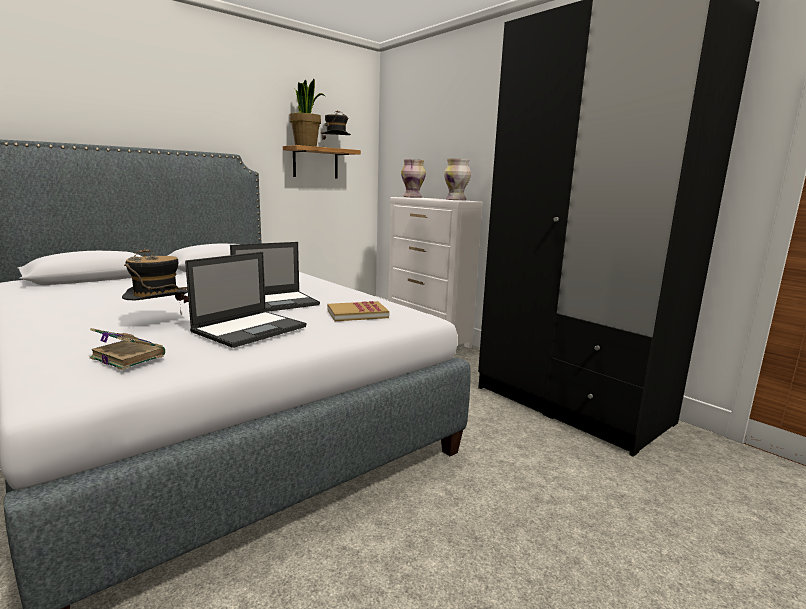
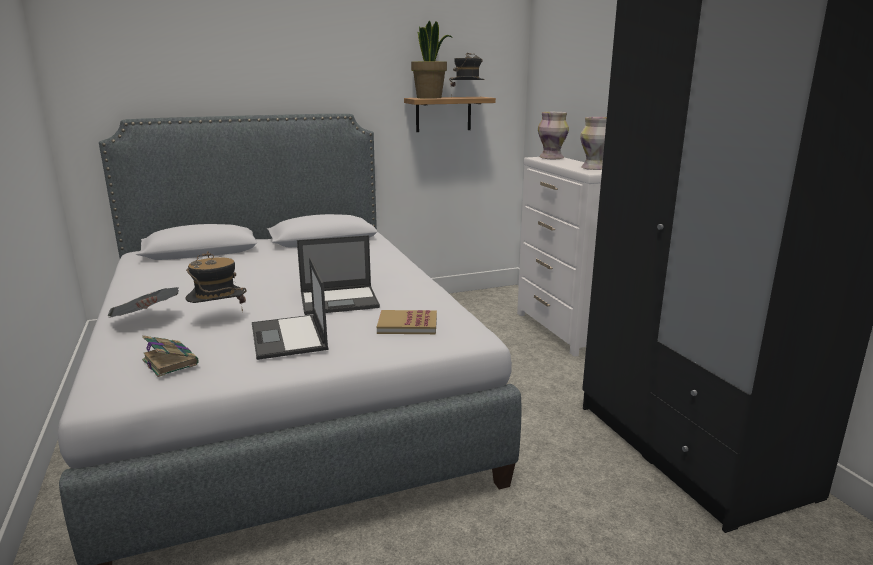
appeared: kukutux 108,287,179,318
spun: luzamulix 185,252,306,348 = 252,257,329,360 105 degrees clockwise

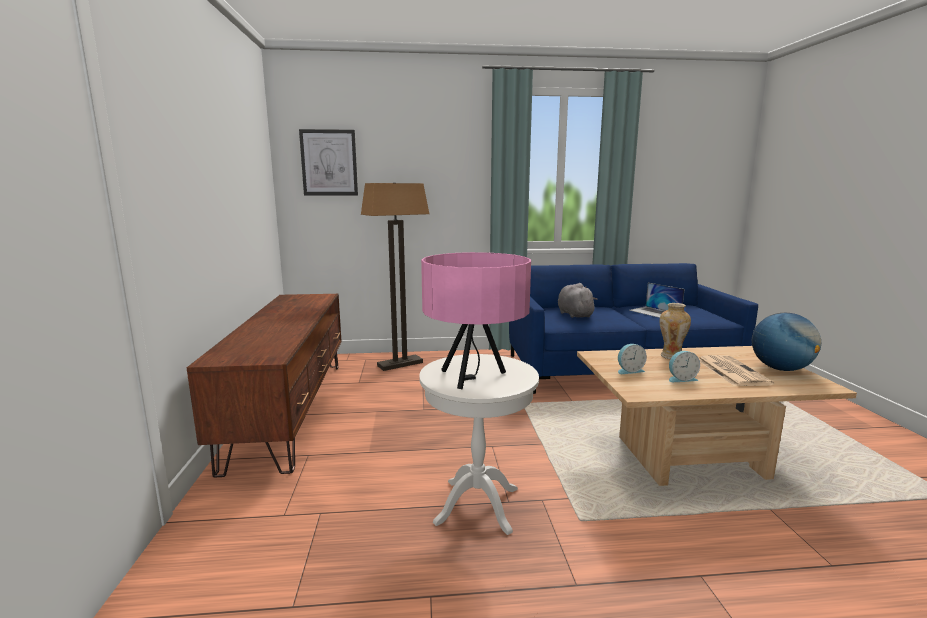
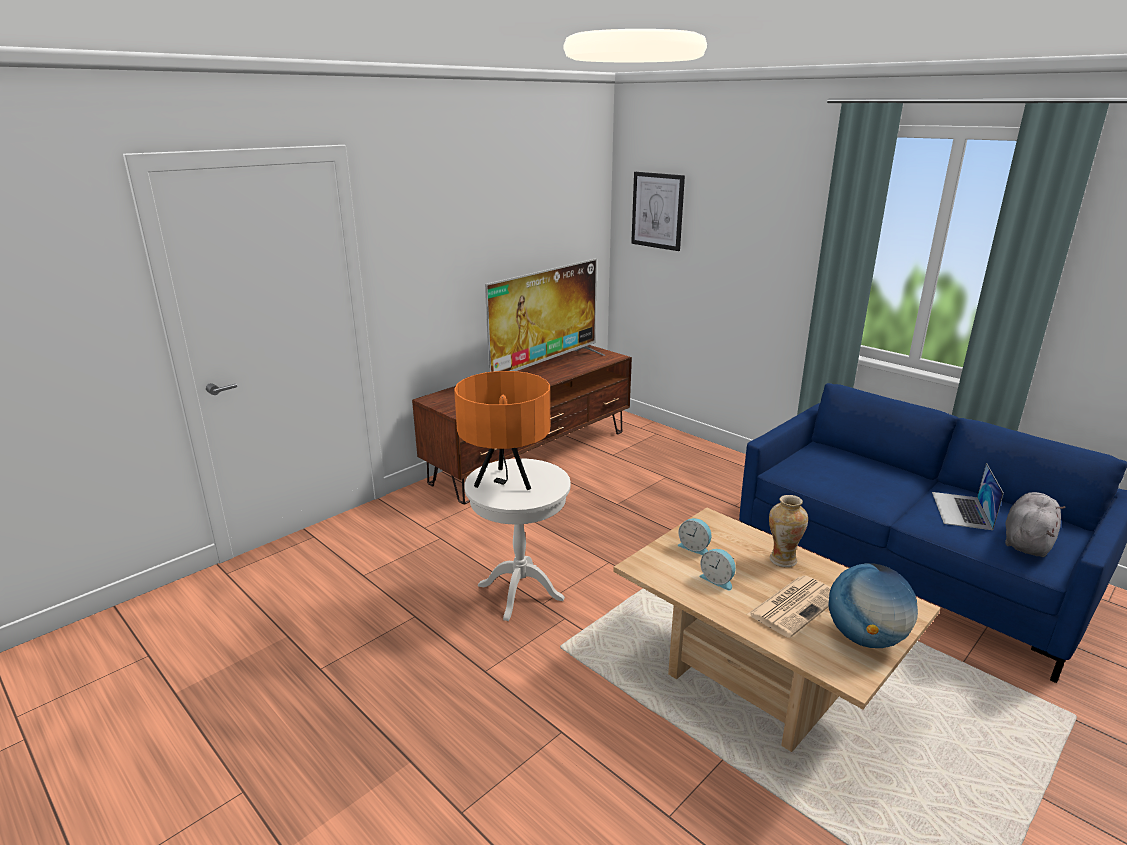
missing: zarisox 361,183,429,371
appeared: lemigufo 485,258,605,372
relocated: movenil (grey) 558,283,598,318 to 1005,492,1066,557
colour: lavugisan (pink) 421,252,531,389 to lavugisan (orange) 454,371,550,490

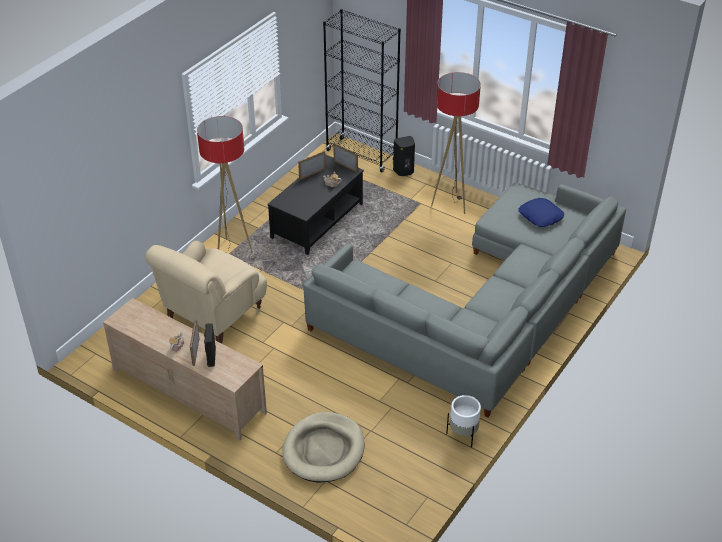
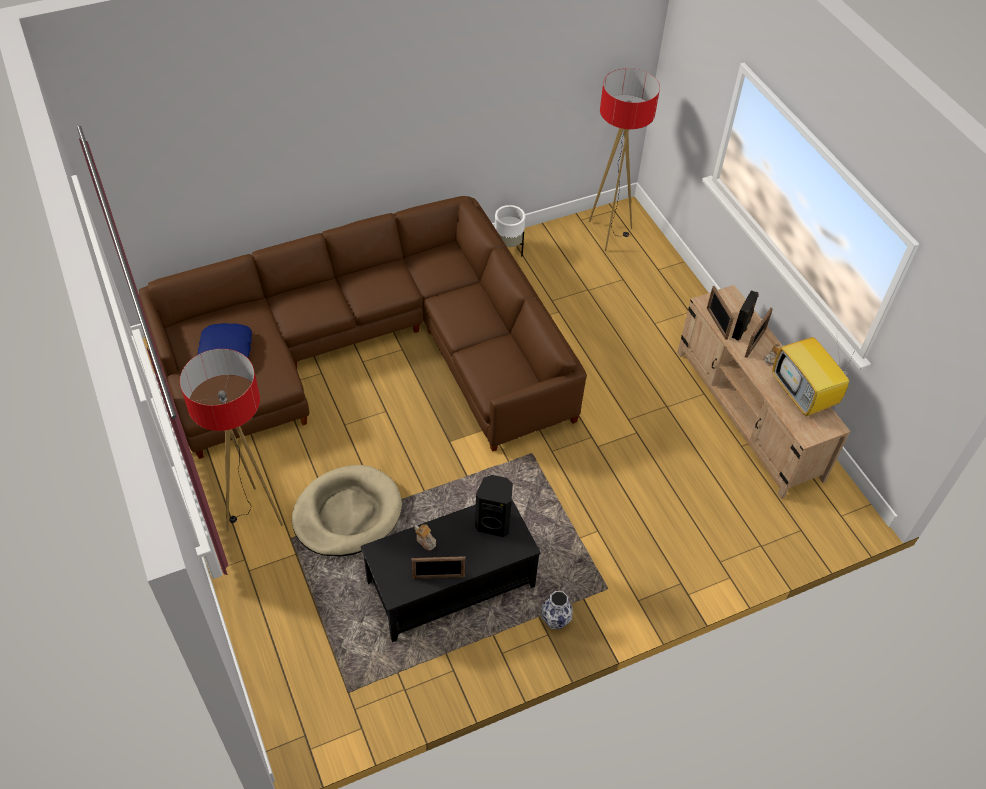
missing: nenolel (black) 323,9,401,173; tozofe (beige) 145,240,267,343
appeared: lemigufo 772,332,856,416; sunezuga 541,591,573,630
relocated: zarisox 197,116,253,254 to 589,68,660,251; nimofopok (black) 393,136,415,176 to 475,475,513,537; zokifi 333,143,358,173 to 707,286,734,340; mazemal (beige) 282,412,364,483 to 292,465,402,556
colour: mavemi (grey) 303,183,626,417 to mavemi (brown) 139,196,587,459

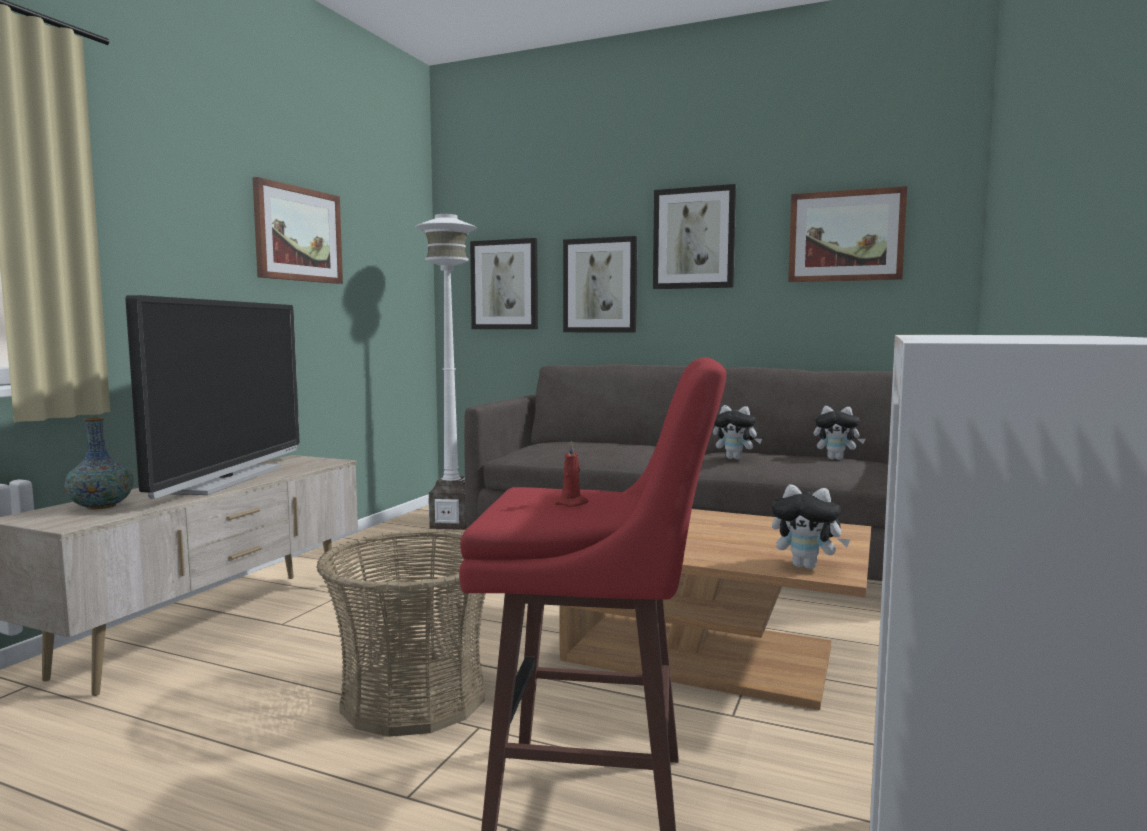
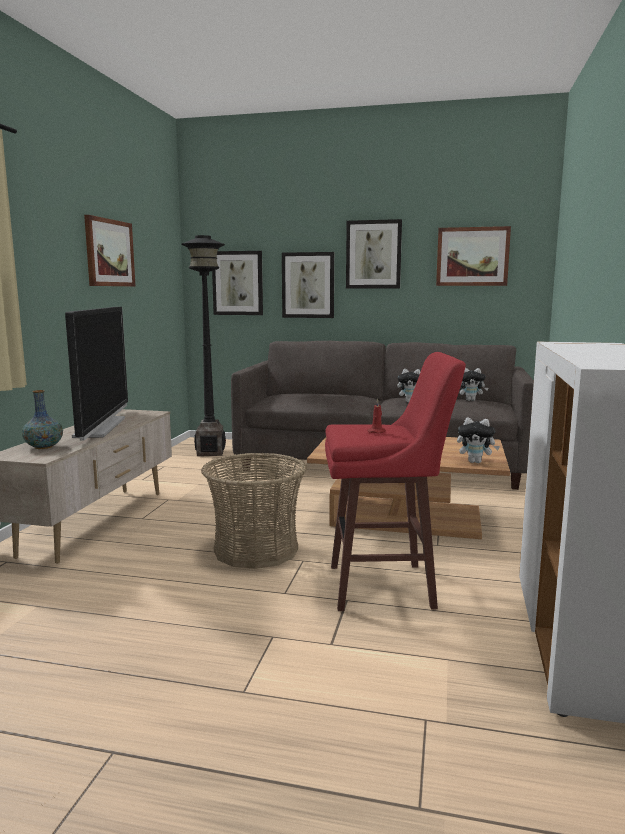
colour: zarisox (white) 415,214,477,530 to zarisox (black) 181,235,226,456

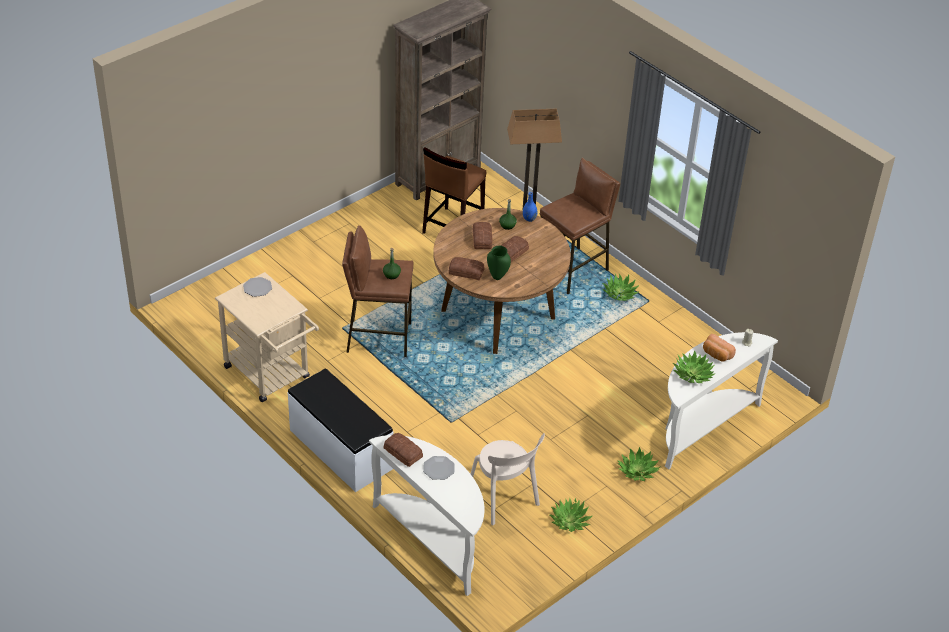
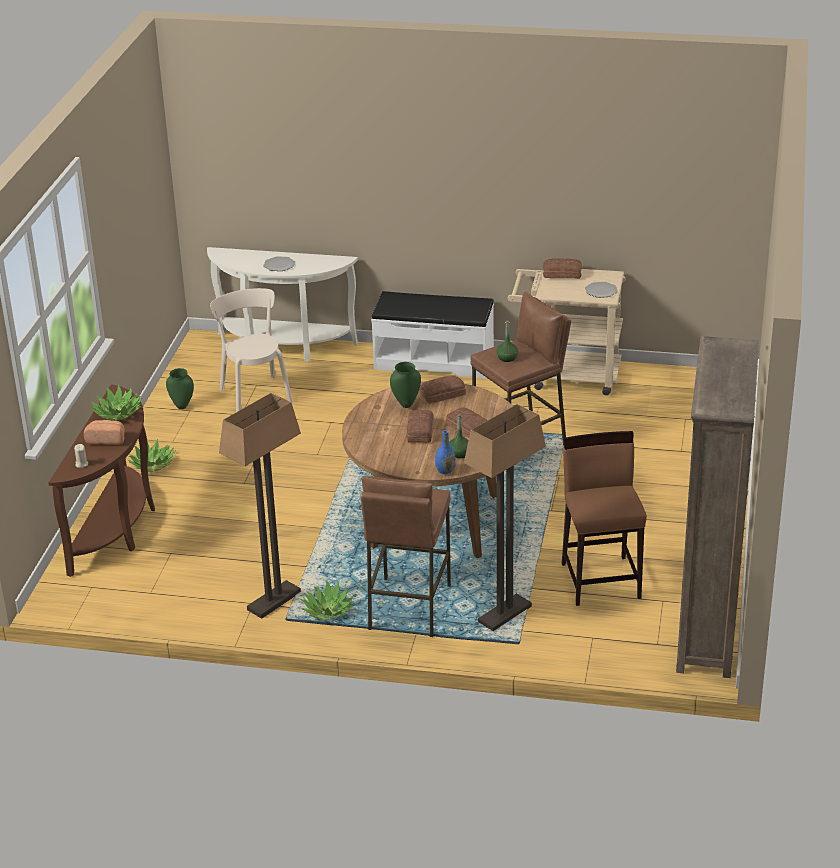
appeared: zarisox 219,393,301,619
relocated: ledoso 384,433,423,467 to 543,258,582,279
exchanged: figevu 550,498,592,532 to sunezuga (green) 166,368,194,410
colour: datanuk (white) 665,332,778,469 to datanuk (brown) 48,385,155,577
spun: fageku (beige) 470,433,545,525 = 210,288,293,412 45 degrees clockwise

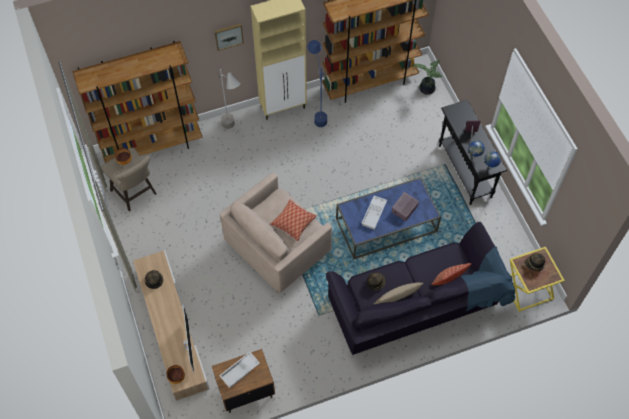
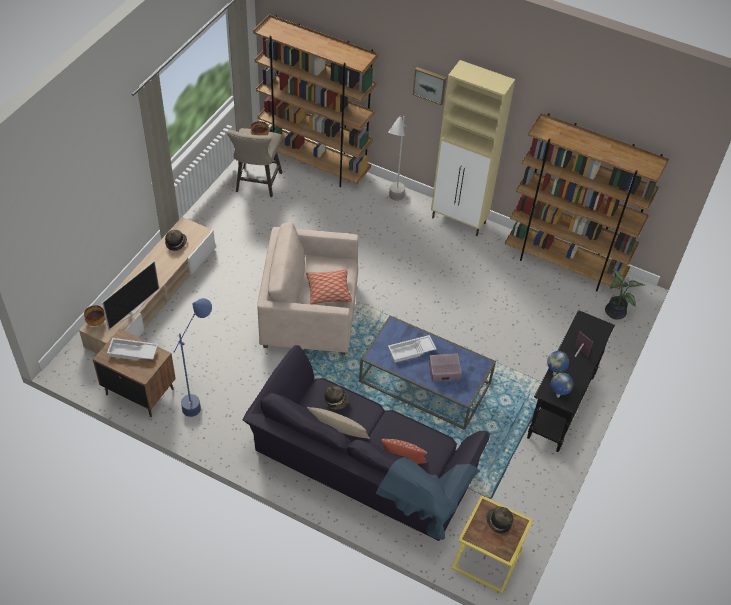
relocated: zarisox (blue) 307,40,327,127 to 173,298,212,417

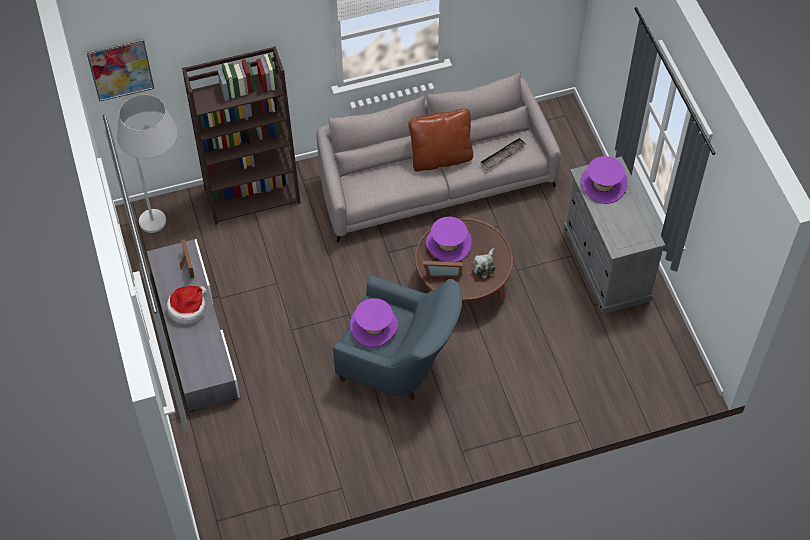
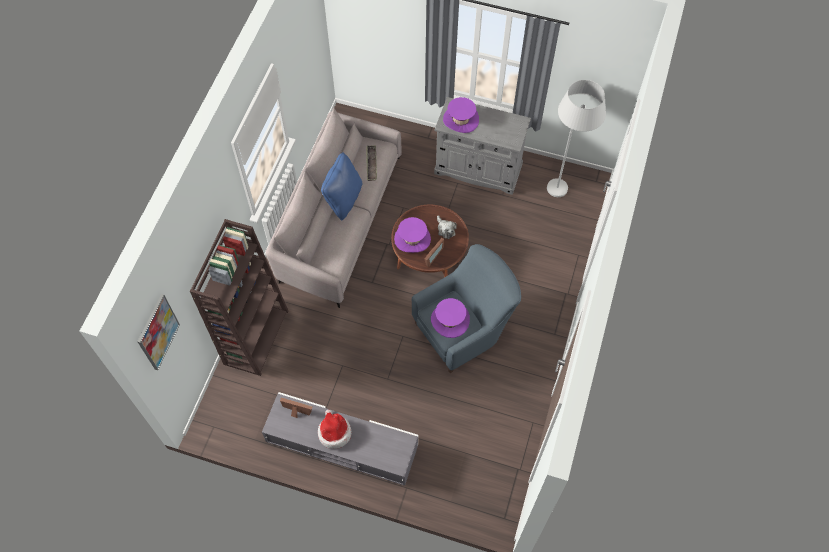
relocated: zarisox (white) 117,94,178,233 to 547,80,606,197
colour: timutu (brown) 408,109,473,172 to timutu (blue) 321,152,363,220

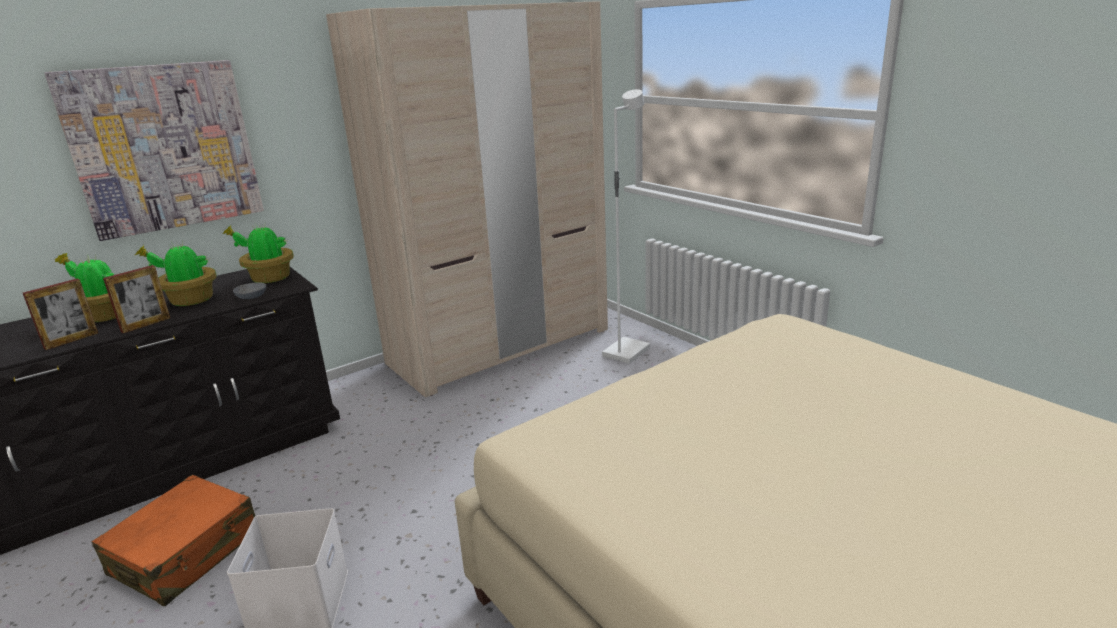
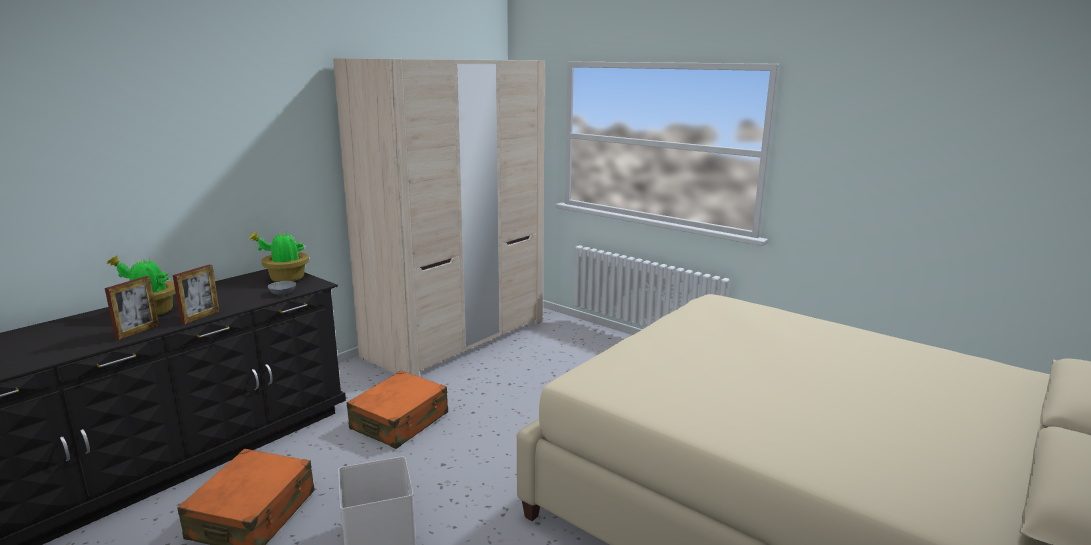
missing: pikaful 44,60,264,241; zarisox (white) 602,89,650,364; figevu 135,242,216,306
appeared: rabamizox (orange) 347,371,448,449

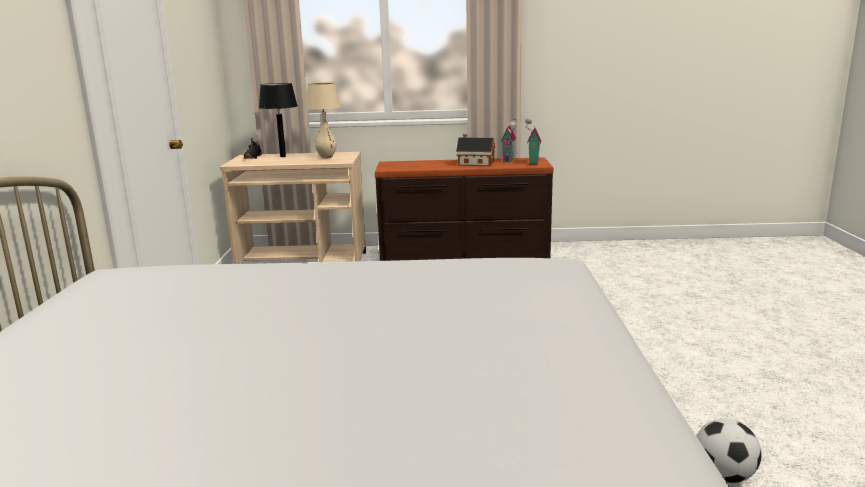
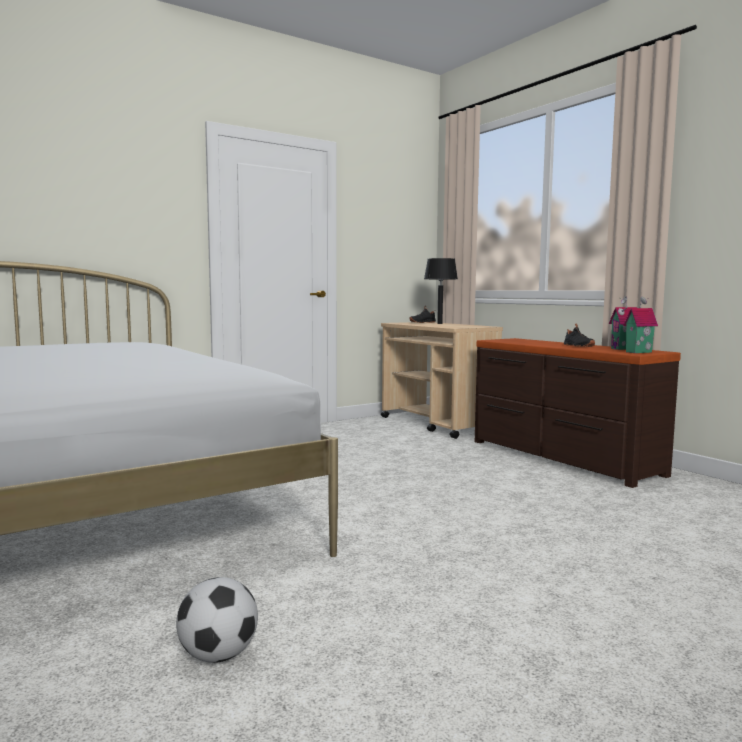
missing: lavugisan (beige) 305,83,341,159
exchanged: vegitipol 456,134,495,166 to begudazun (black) 564,323,595,347

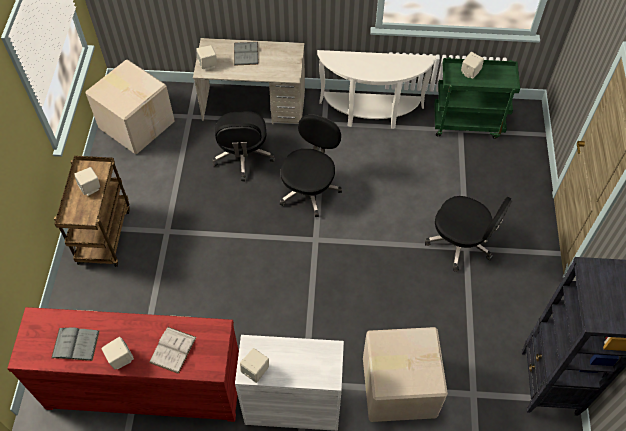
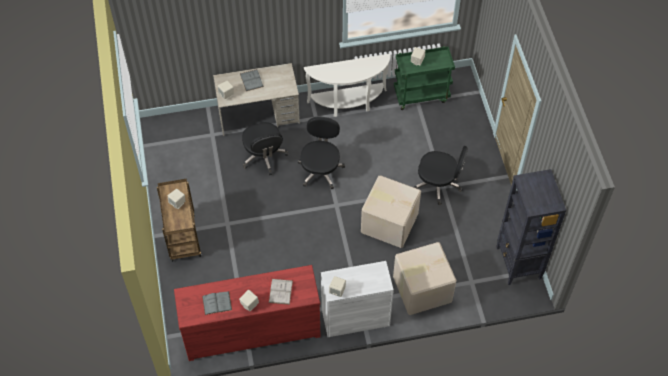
relocated: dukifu 86,60,175,154 to 361,175,421,248

